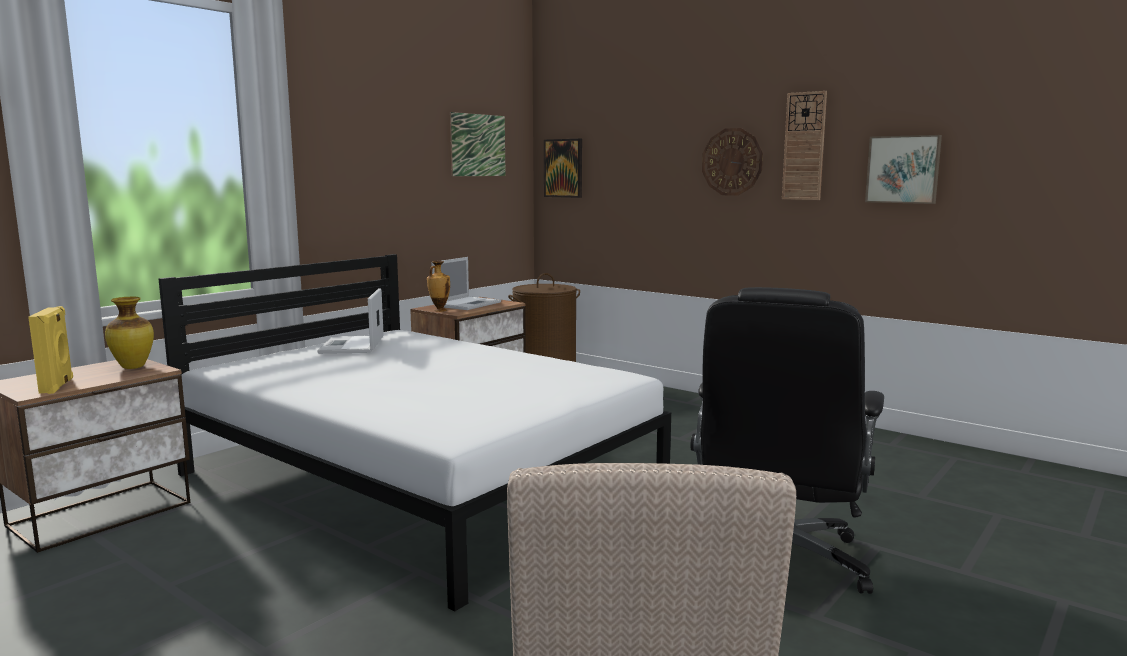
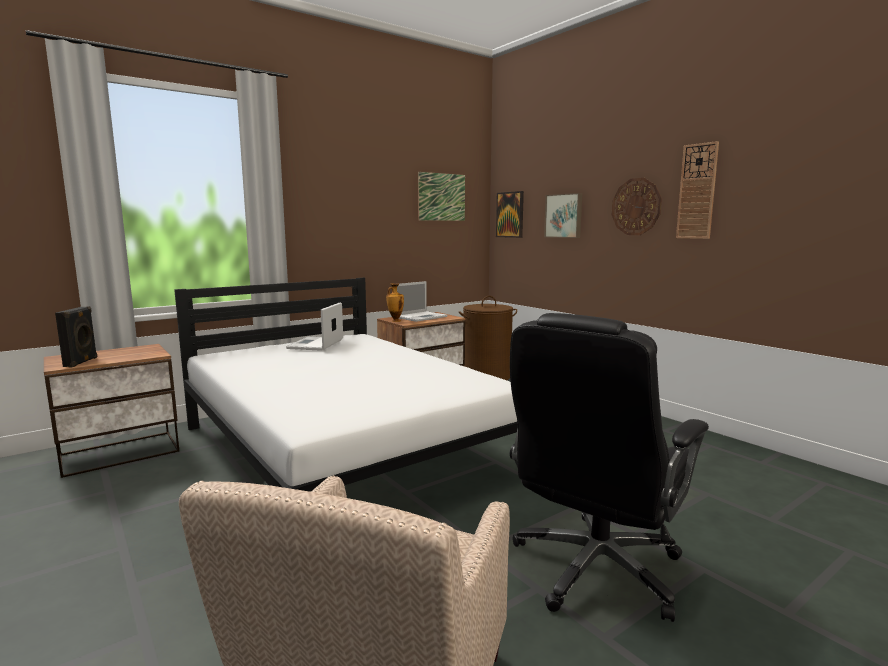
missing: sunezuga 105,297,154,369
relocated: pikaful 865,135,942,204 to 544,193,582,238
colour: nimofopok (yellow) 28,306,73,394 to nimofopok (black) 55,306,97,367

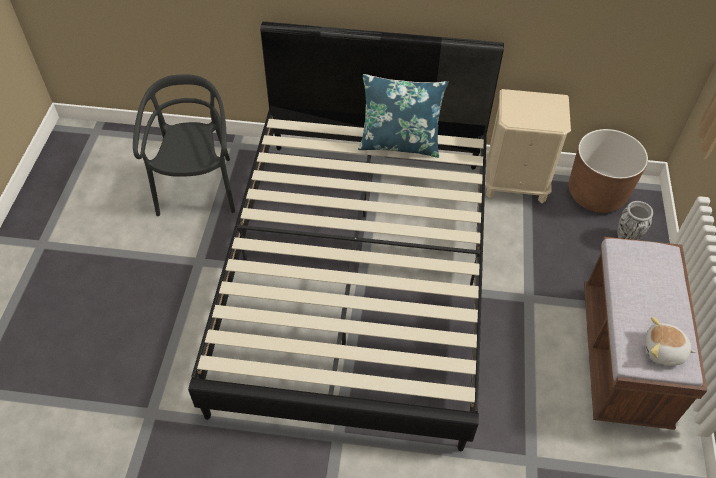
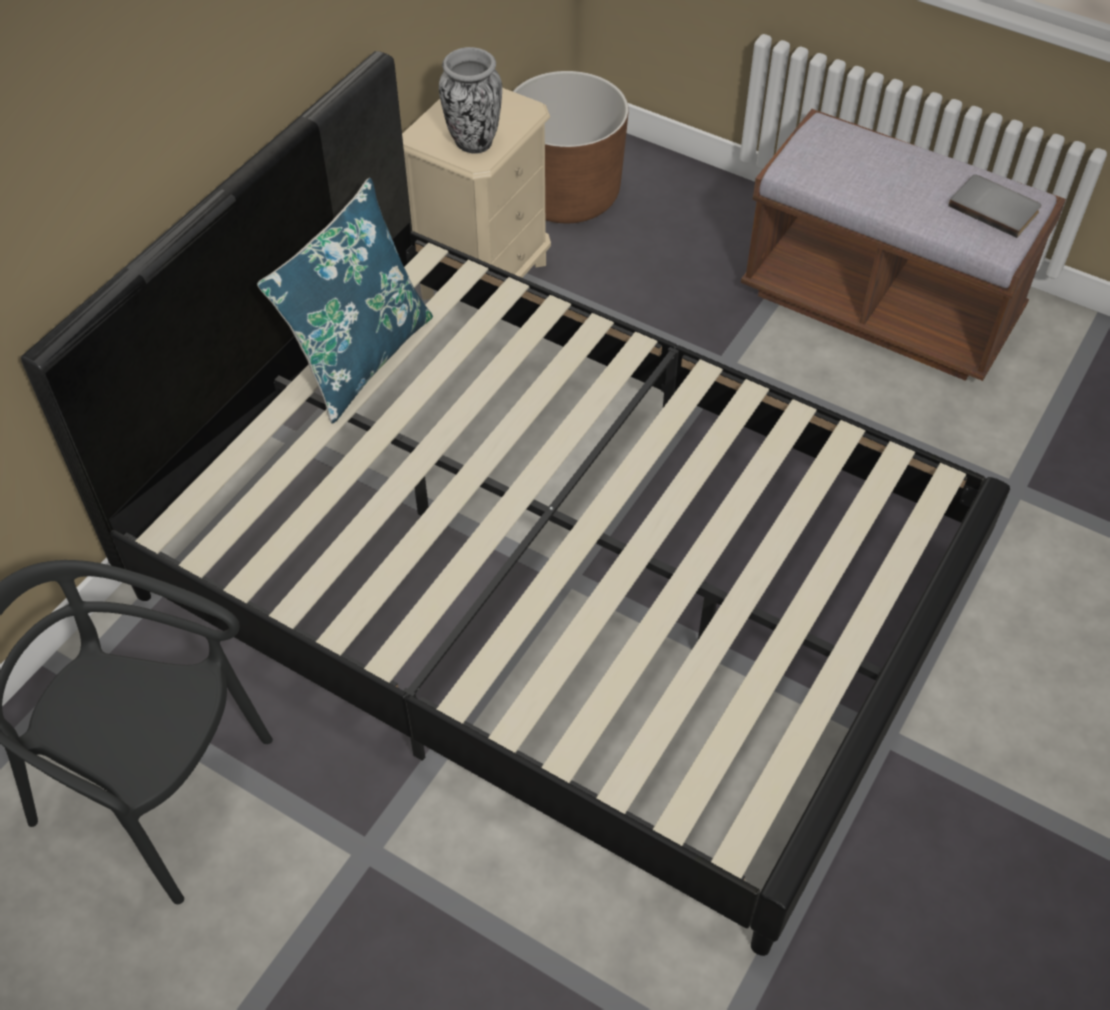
relocated: sunezuga 617,201,653,240 to 439,47,502,154
exchanged: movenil 645,317,696,366 to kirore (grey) 948,174,1041,238

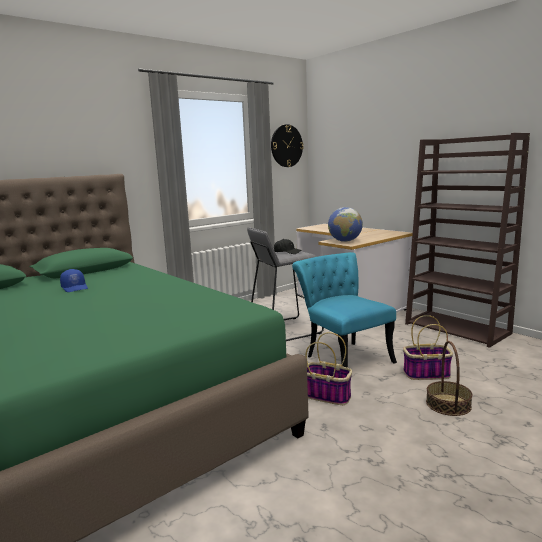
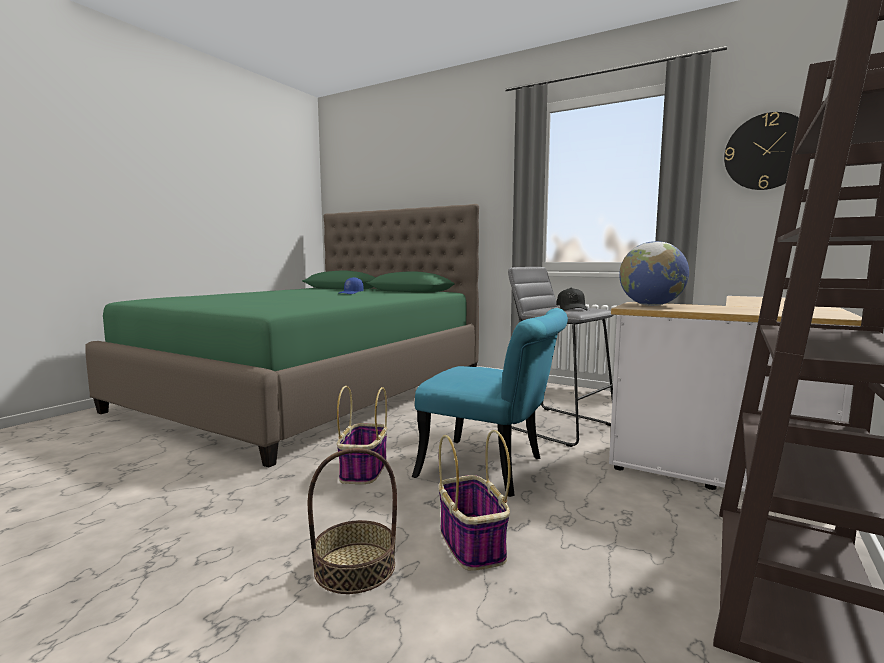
spun: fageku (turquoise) 292,252,397,368 = 412,308,568,497 75 degrees clockwise

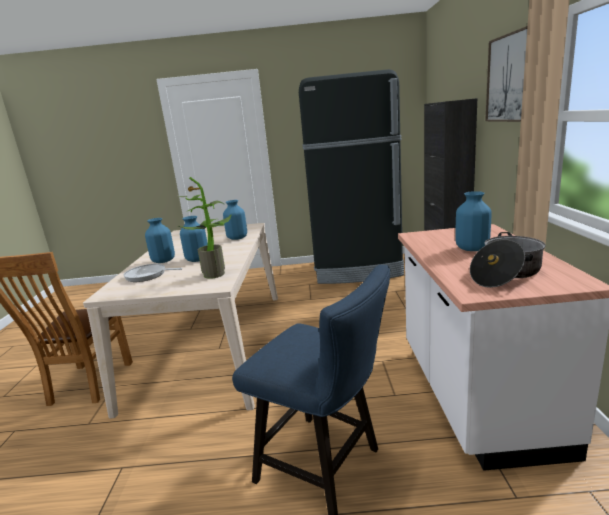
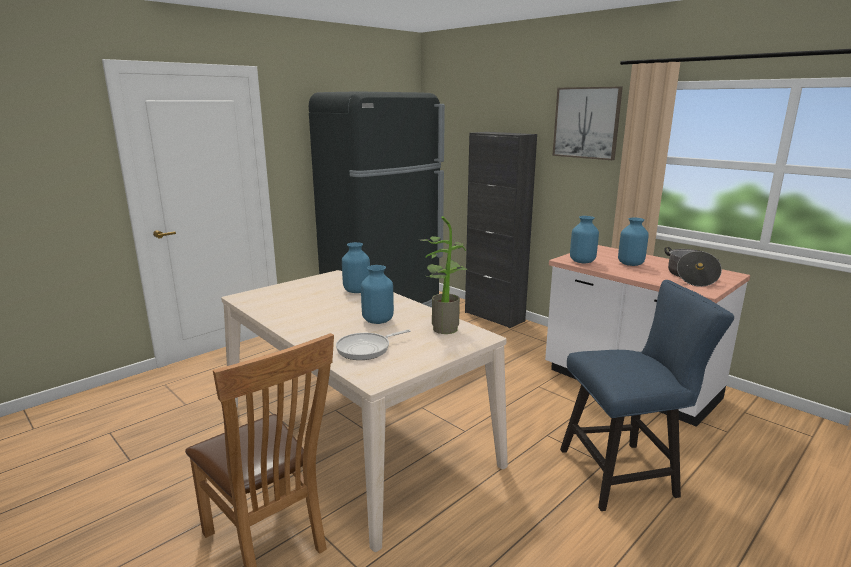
relocated: sunezuga (blue) 145,218,175,263 to 570,216,599,263

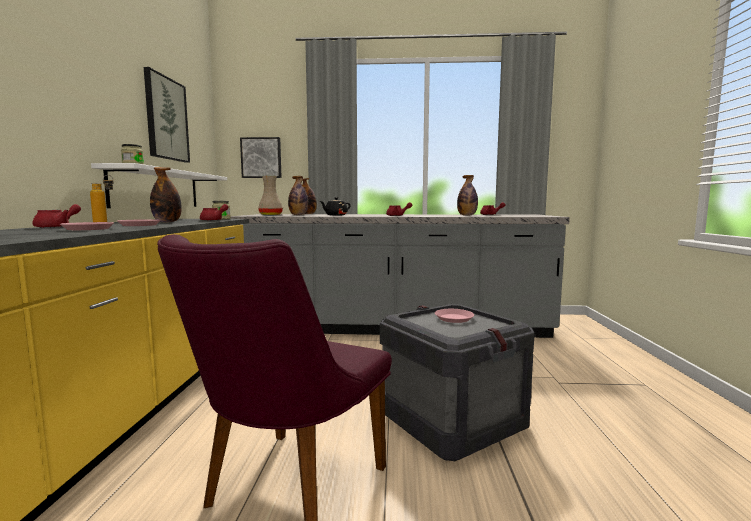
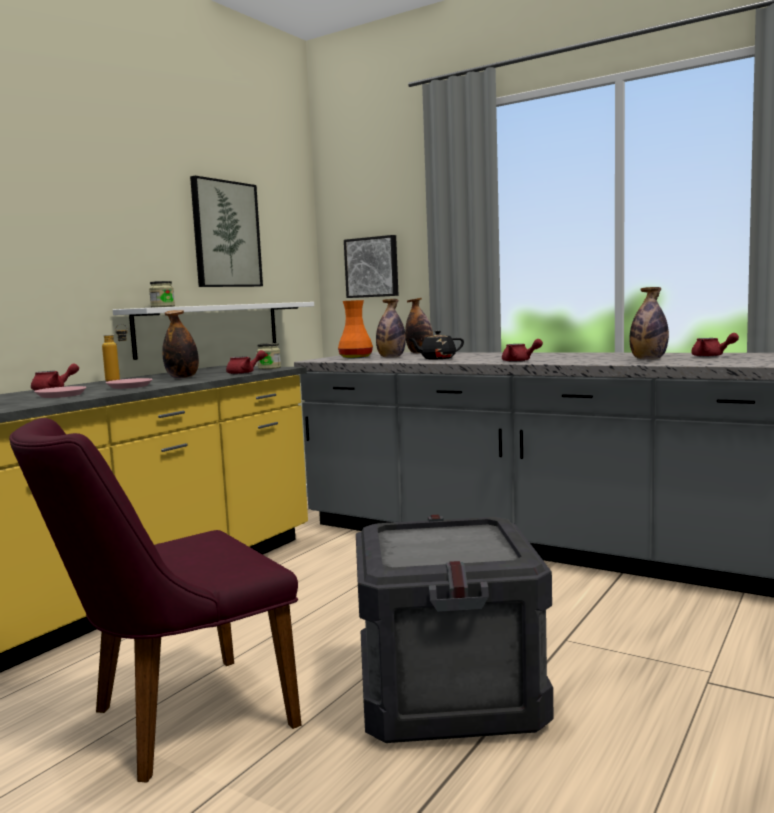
missing: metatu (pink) 435,309,474,323
colour: sunezuga (beige) 258,175,283,215 to sunezuga (orange) 338,300,373,358

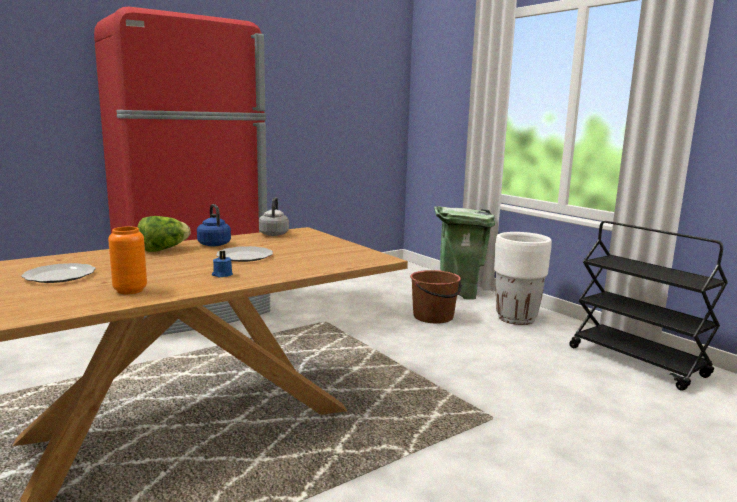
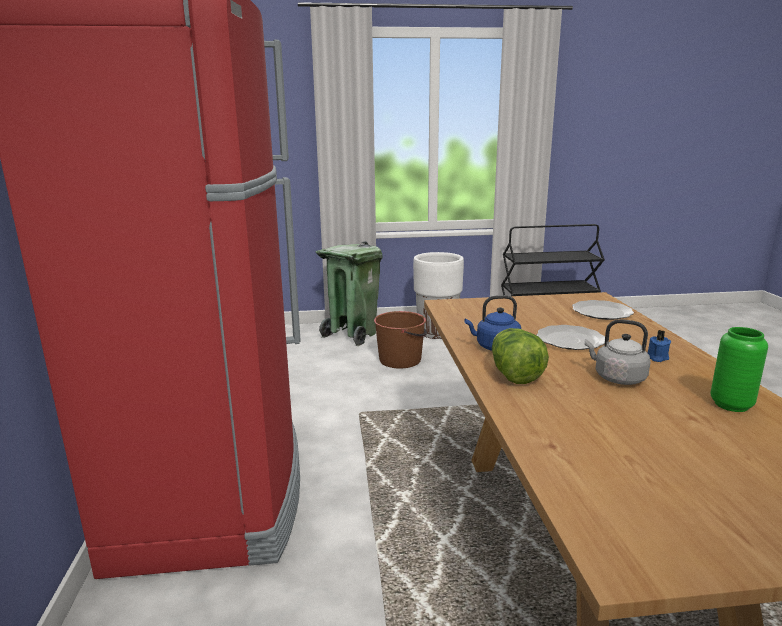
relocated: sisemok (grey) 259,197,289,236 to 585,319,650,385; metatu 21,263,96,283 to 572,300,634,320
colour: sunezuga (orange) 108,226,147,294 to sunezuga (green) 711,327,768,412

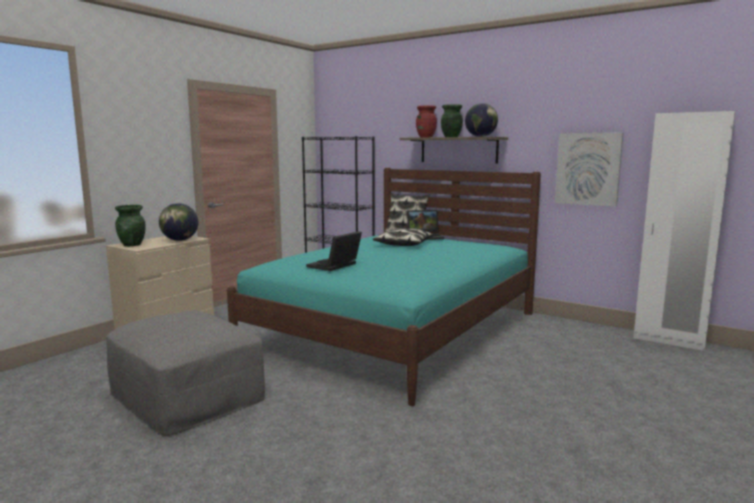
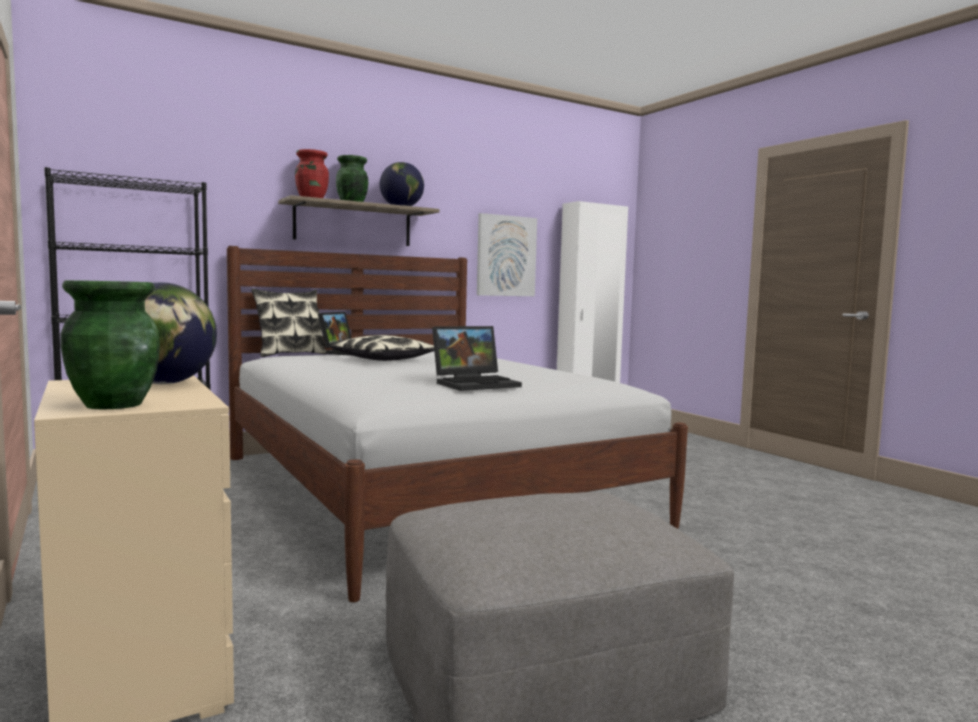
colour: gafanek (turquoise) 227,168,541,406 to gafanek (white) 227,246,688,602
spun: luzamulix 306,231,362,271 = 432,326,522,391 90 degrees counterclockwise

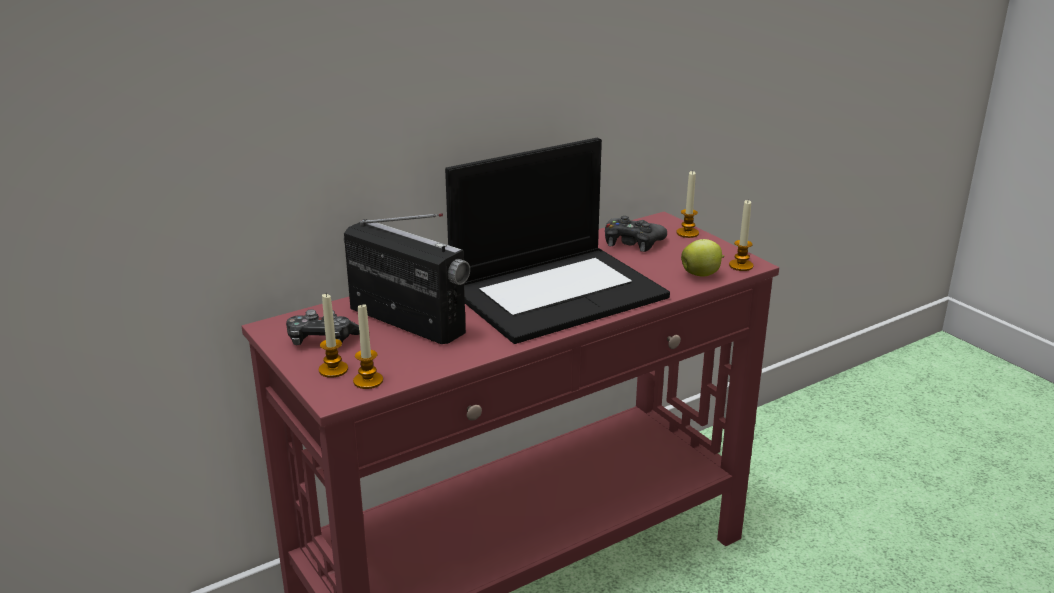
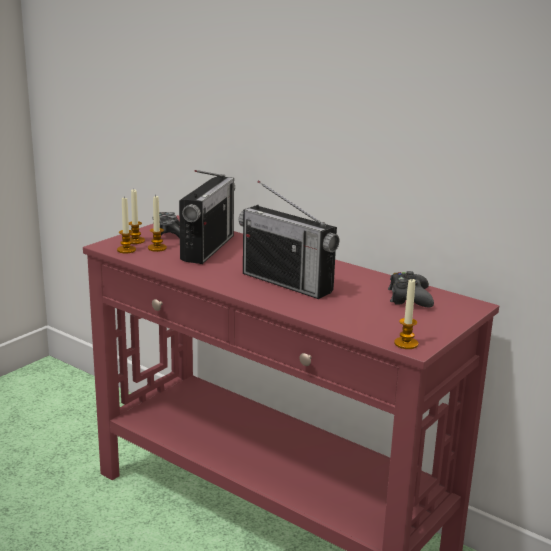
missing: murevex 681,239,724,277
relocated: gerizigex 676,170,699,238 to 148,196,167,252
exchanged: luzamulix 445,138,670,344 to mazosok 239,181,339,299

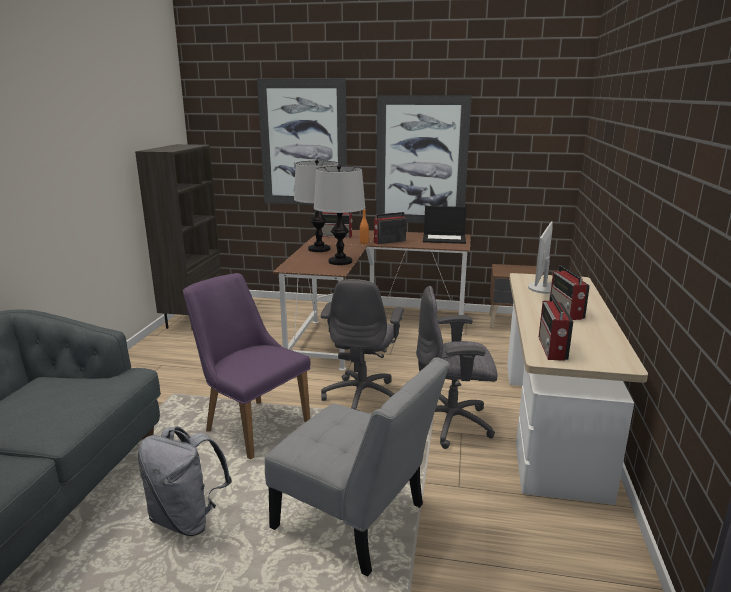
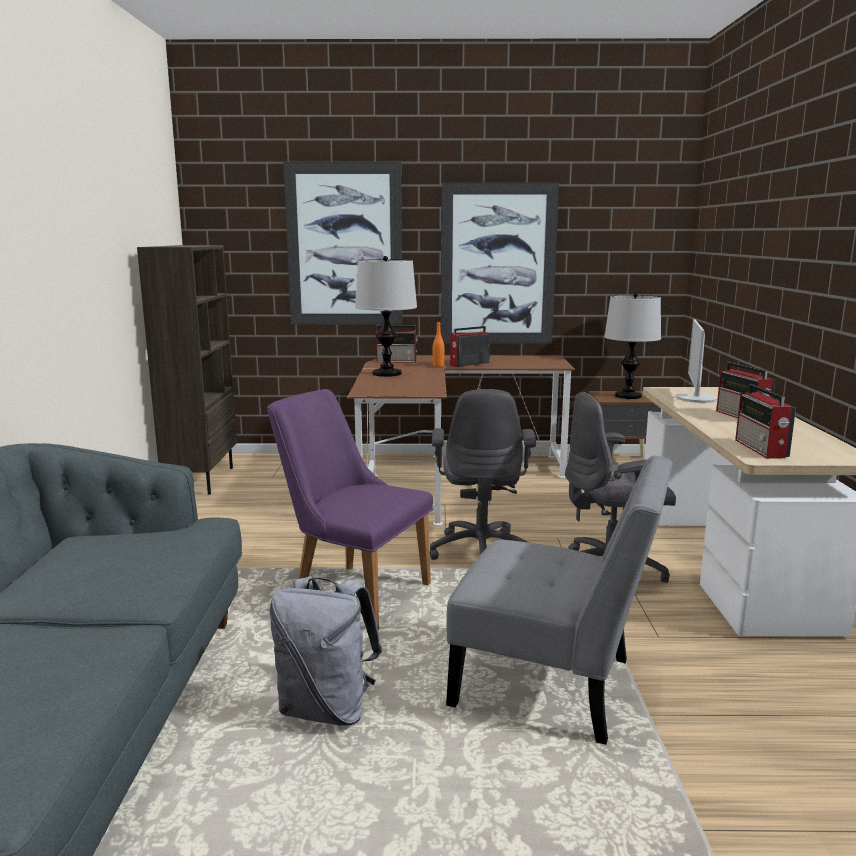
missing: luzamulix 423,206,466,244
relocated: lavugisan 314,165,365,265 to 604,293,661,399

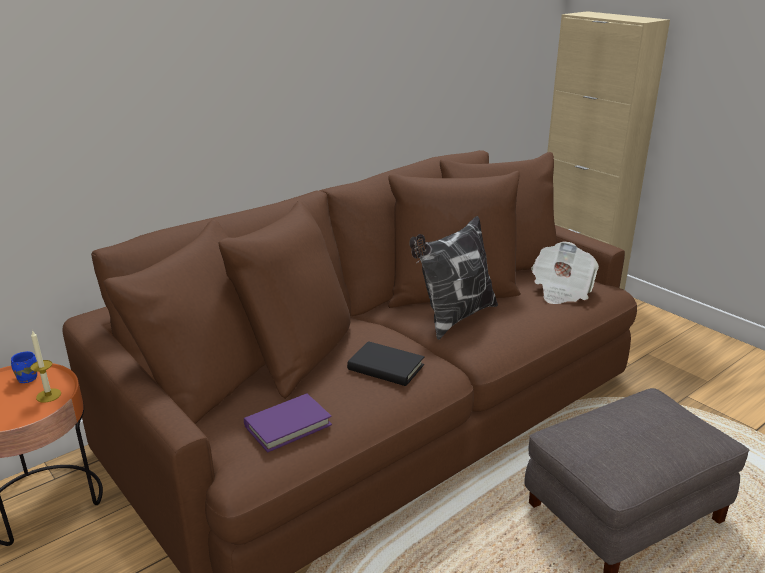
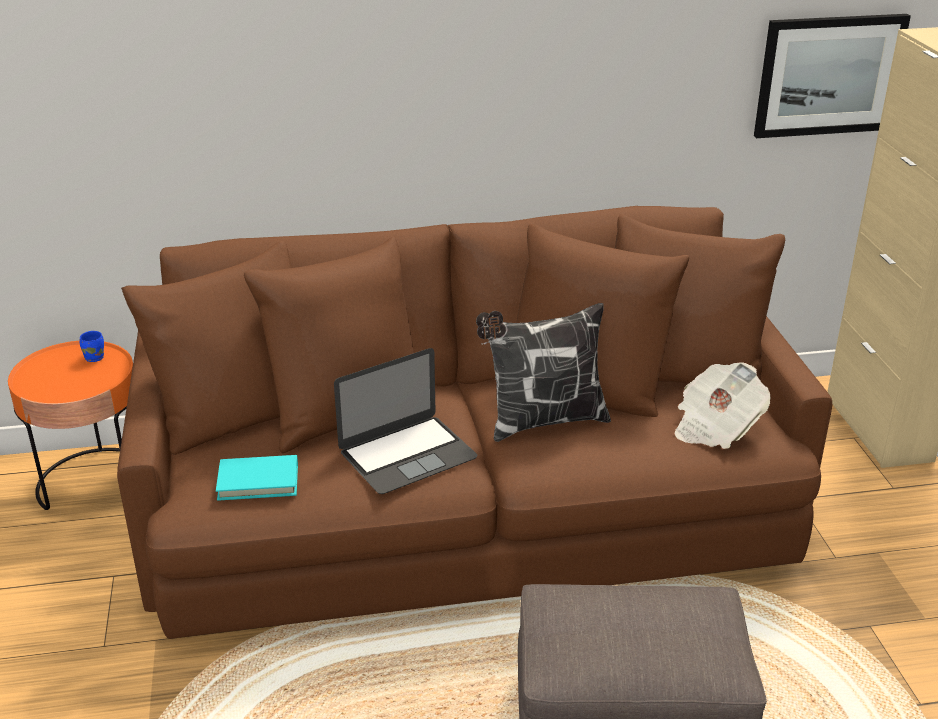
missing: gerizigex 30,330,61,403
appeared: pikaful 754,14,911,138
exchanged: kirore (black) 347,341,424,386 to luzamulix 334,348,477,494
colour: kirore (purple) 244,394,332,453 to kirore (turquoise) 216,455,298,501

